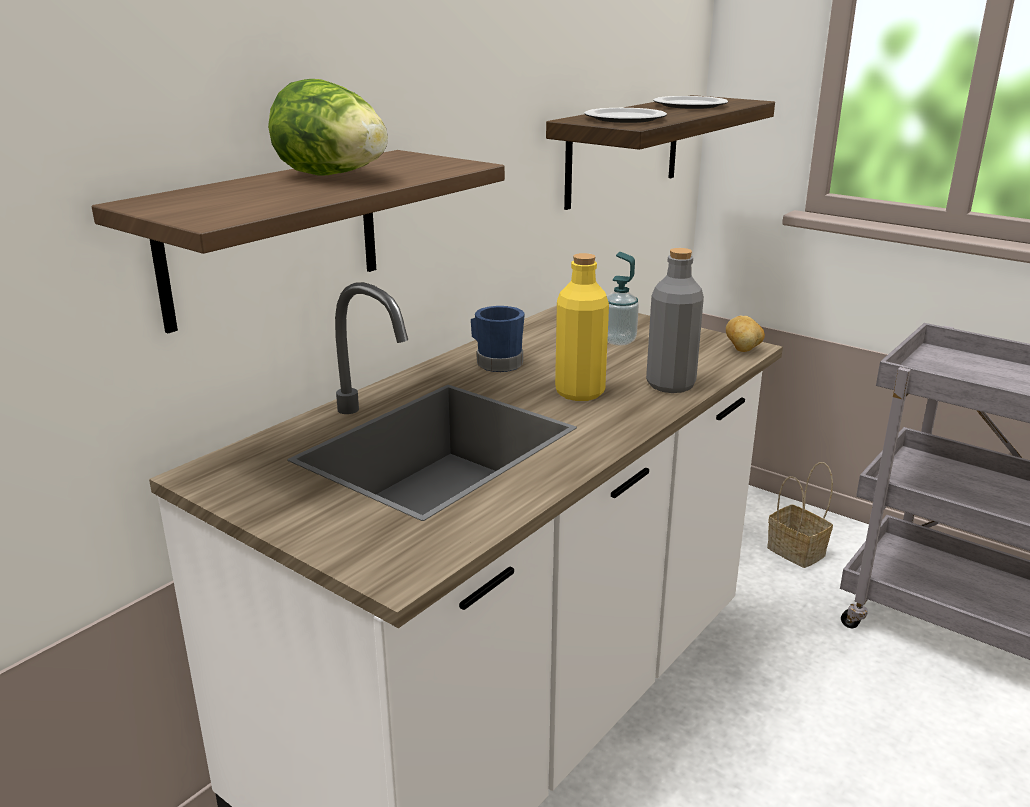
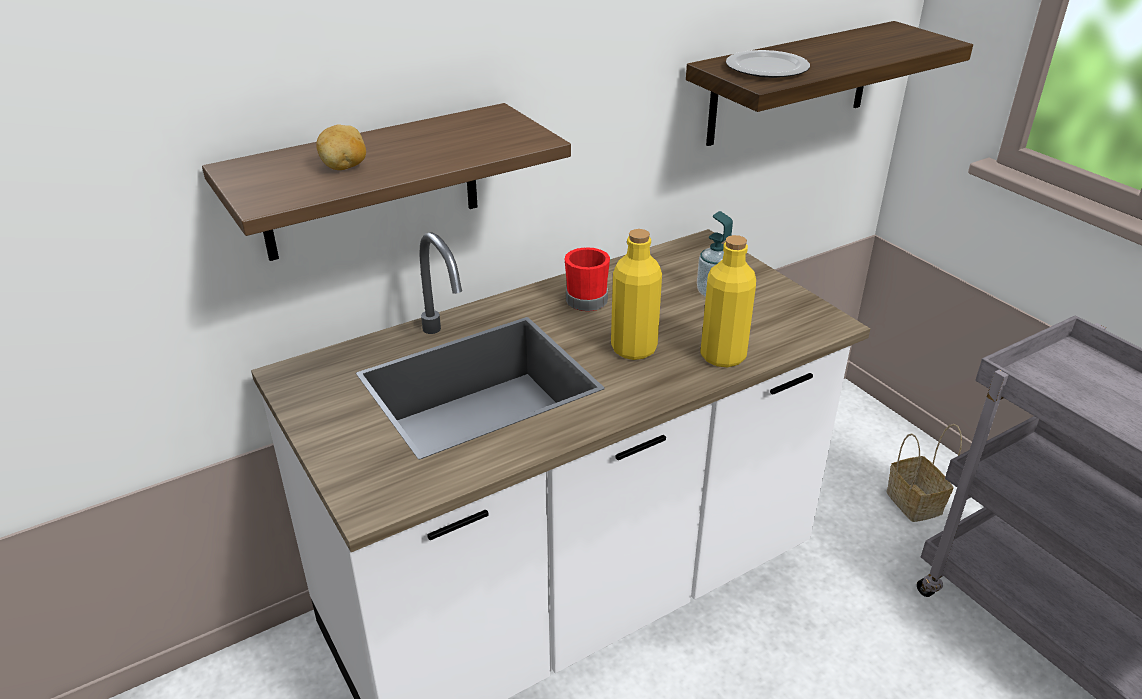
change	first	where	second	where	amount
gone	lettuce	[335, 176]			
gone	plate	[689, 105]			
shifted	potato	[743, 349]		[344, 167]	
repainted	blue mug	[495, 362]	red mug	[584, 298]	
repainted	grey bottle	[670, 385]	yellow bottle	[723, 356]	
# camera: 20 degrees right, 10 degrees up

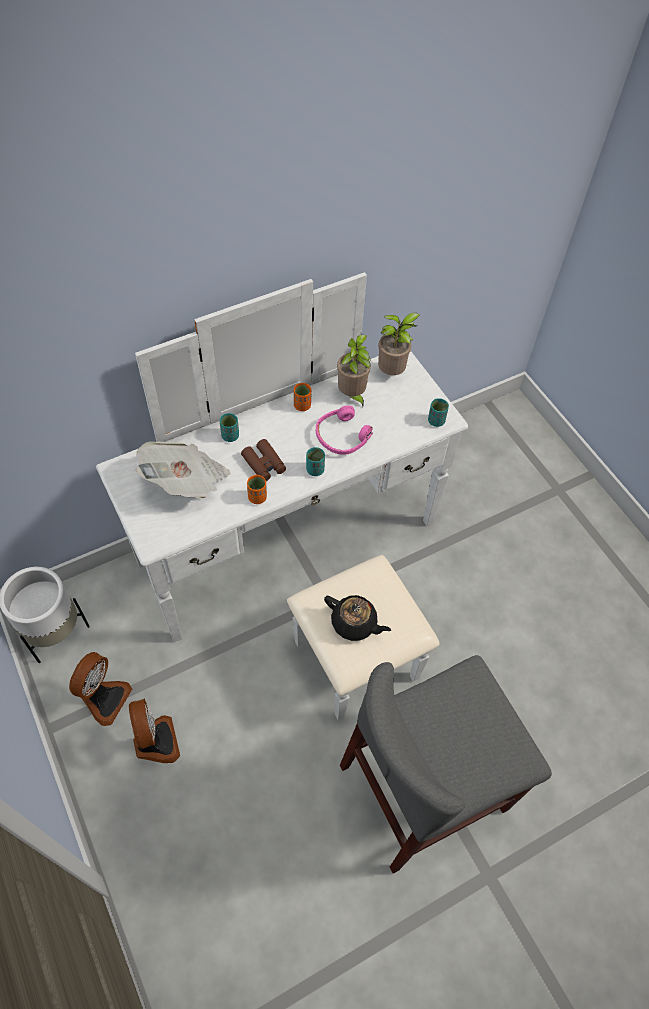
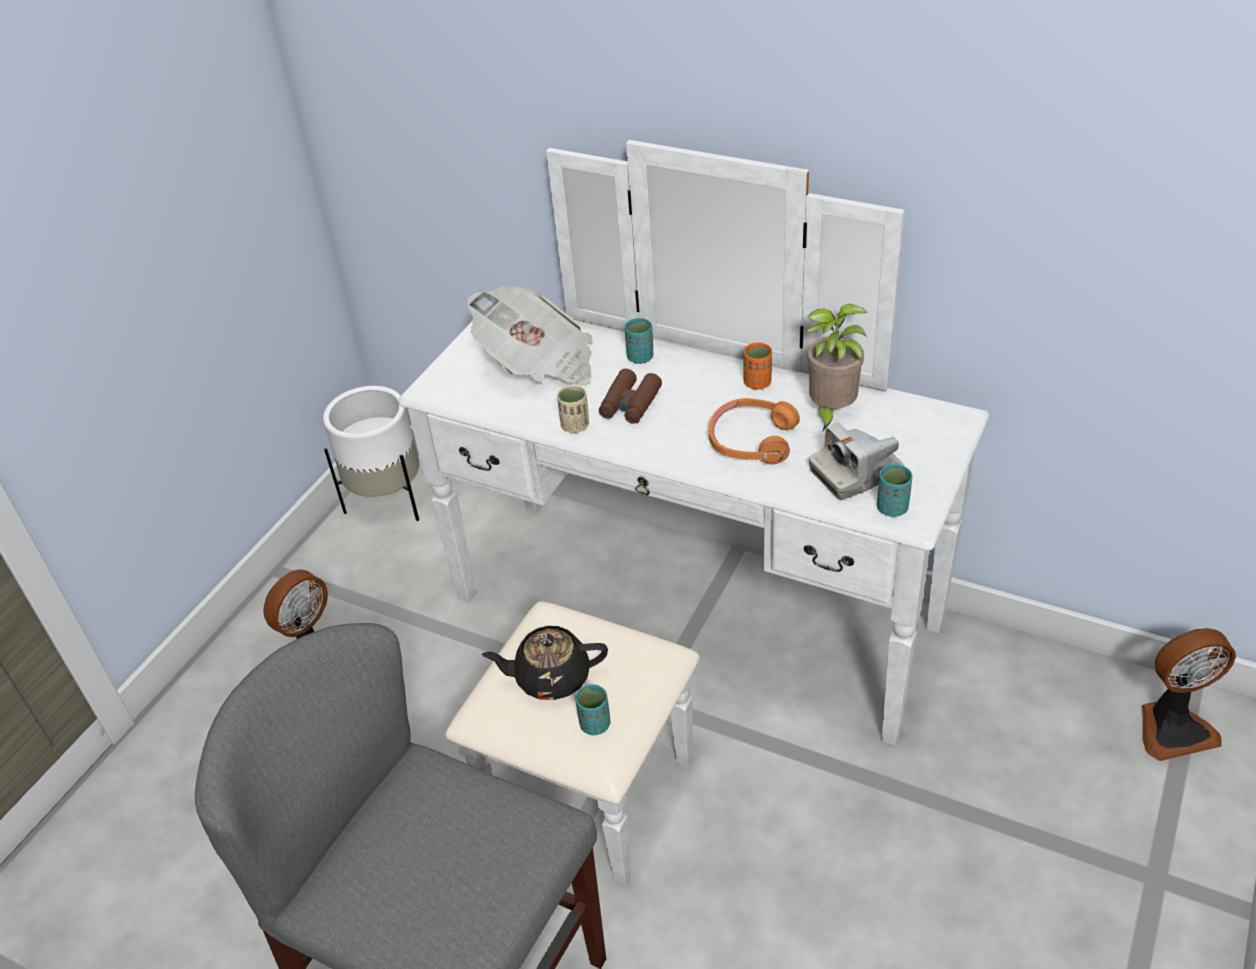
change	first	where	second	where	amount
gone	potted plant	[393, 372]			
new			photo camera	[856, 473]	
shifted	fan	[104, 698]		[1172, 728]	
shifted	turquoise cup	[315, 470]		[595, 724]	
repainted	orange cup	[257, 497]	beige cup	[575, 426]	
repainted	pink headphones	[342, 436]	orange headphones	[752, 440]	
rotated	black teapot	[355, 623]		[551, 677]	90 degrees clockwise
# camera: 60 degrees right, 15 degrees down

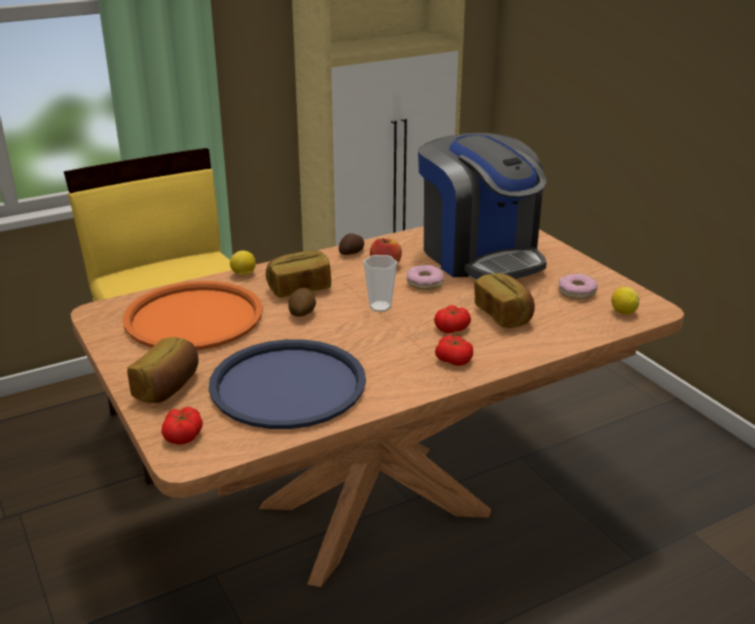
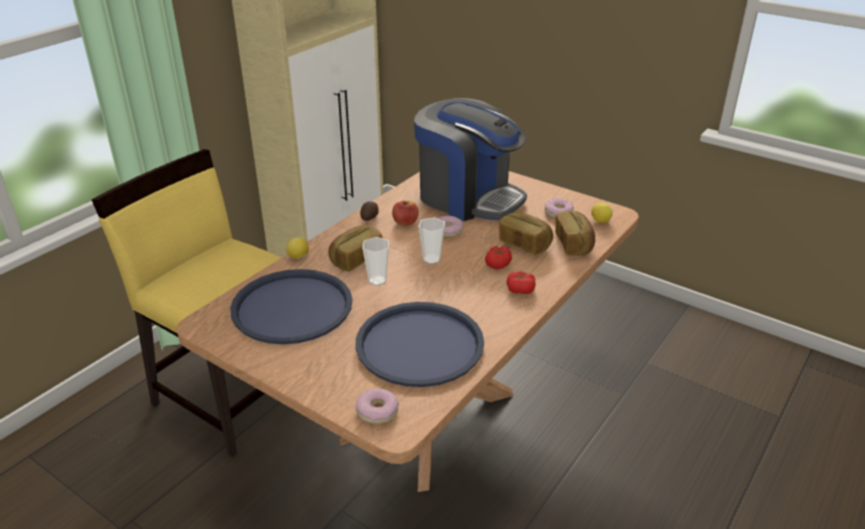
change	first	where	second	where	amount
shifted	bread	[168, 387]		[574, 244]	
swapped	tomato	[183, 435]	donut	[377, 411]	
swapped	potato	[302, 313]	cup	[377, 280]	
repainted	orange tray	[194, 317]	blue tray	[292, 307]	
# camera: 25 degrees left, 5 degrees up

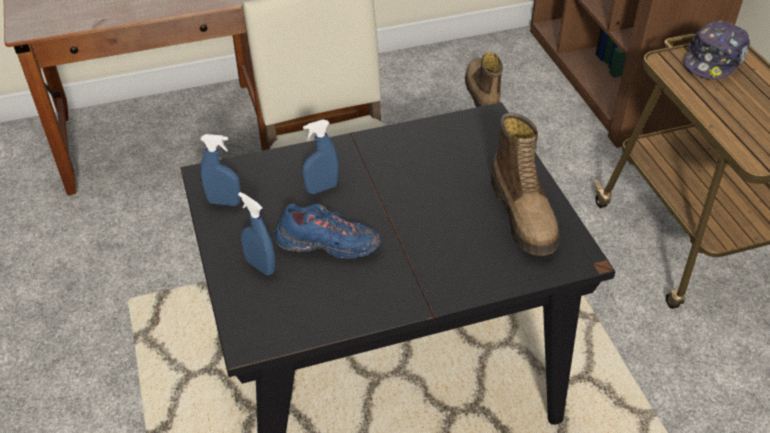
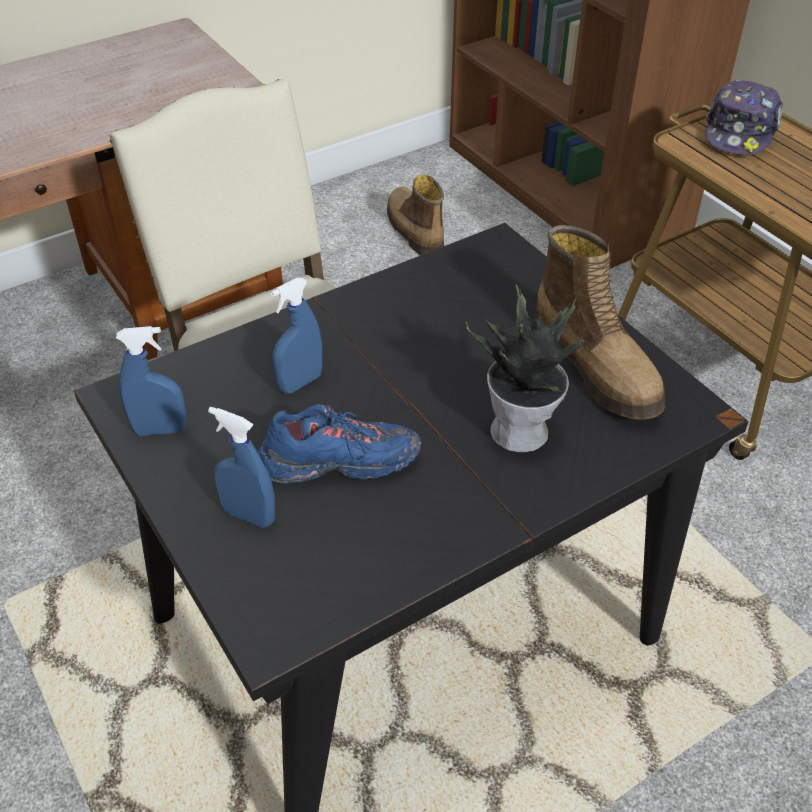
change	first	where	second	where	amount
new			potted plant	[522, 432]	
# camera: 15 degrees left, 0 degrees up

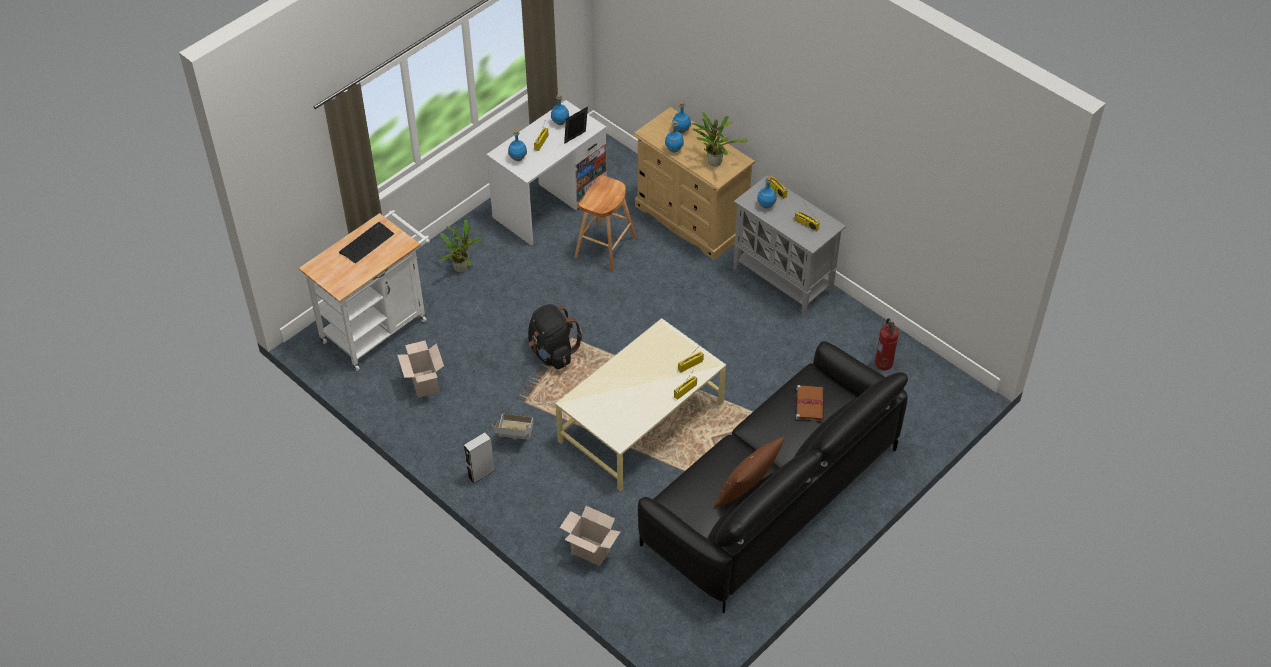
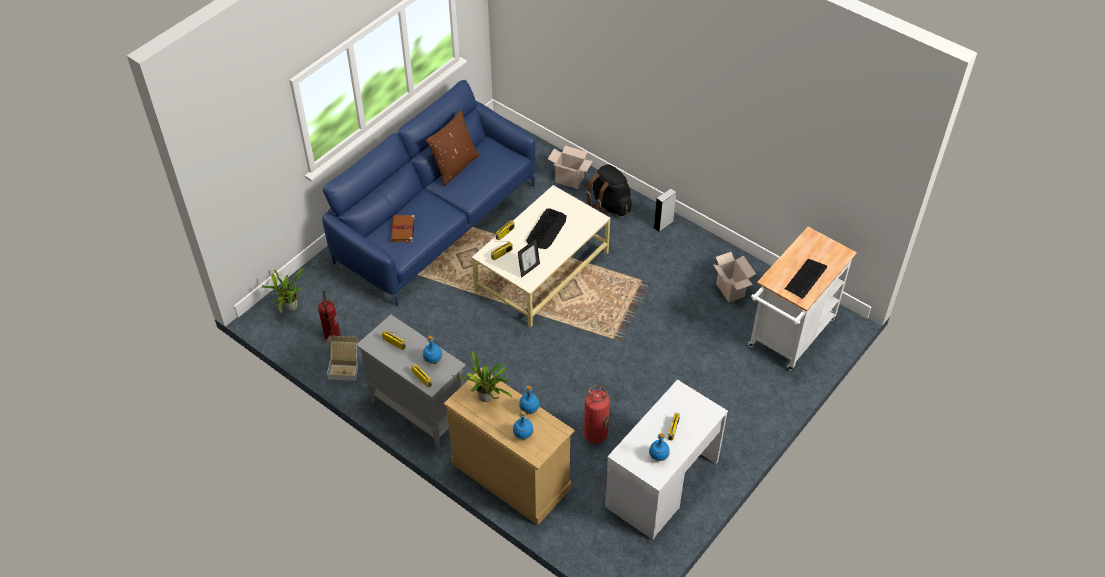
change	first	where	second	where	amount
gone	blue bottle	[517, 158]			
new			keyboard	[546, 229]	
shifted	potted plant	[462, 267]		[290, 308]	
shifted	cardboard box	[514, 436]		[344, 366]	
shifted	black backpack	[552, 353]		[609, 205]	
shifted	picture frame	[576, 138]		[529, 269]	
swapped	brown stool	[605, 247]	fire extinguisher	[595, 434]	
repainted	black sofa	[770, 497]	blue sofa	[436, 223]	
# camera: 175 degrees right, 0 degrees up

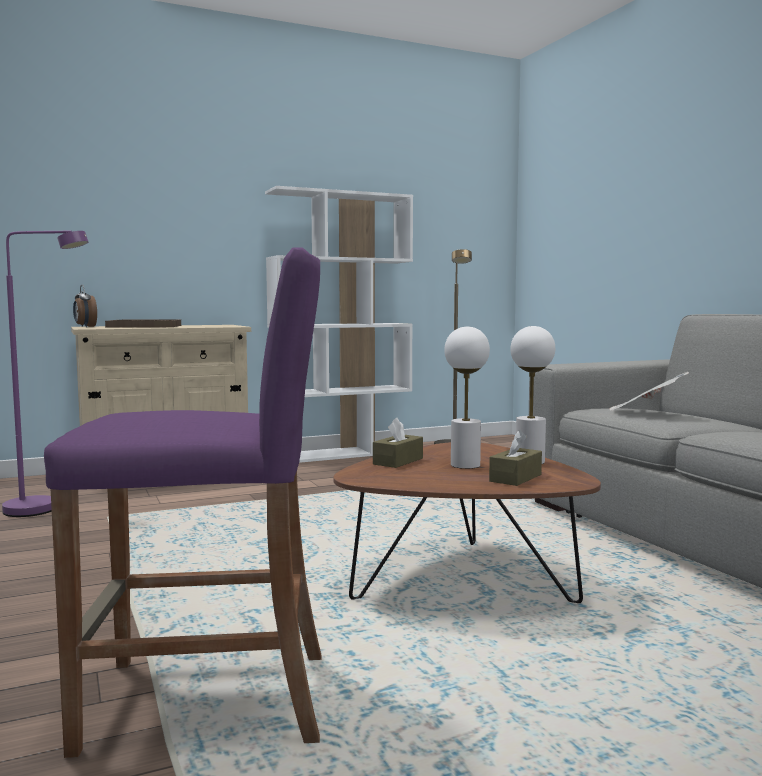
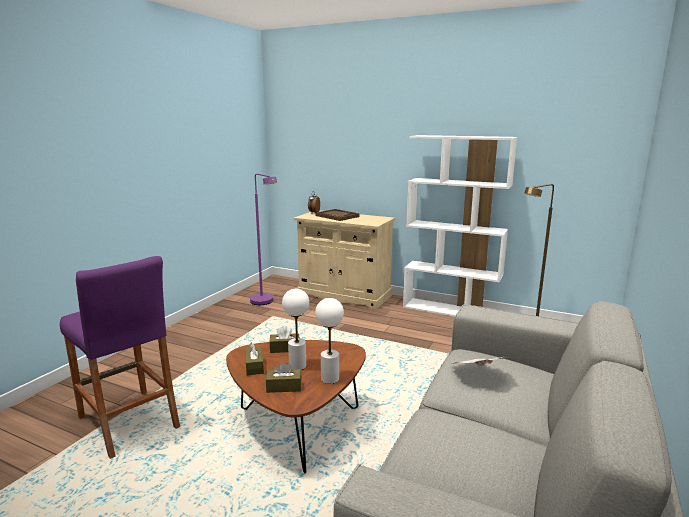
change	first	where	second	where	amount
new			brown tissue box	[254, 366]	
# camera: 50 degrees right, 10 degrees up

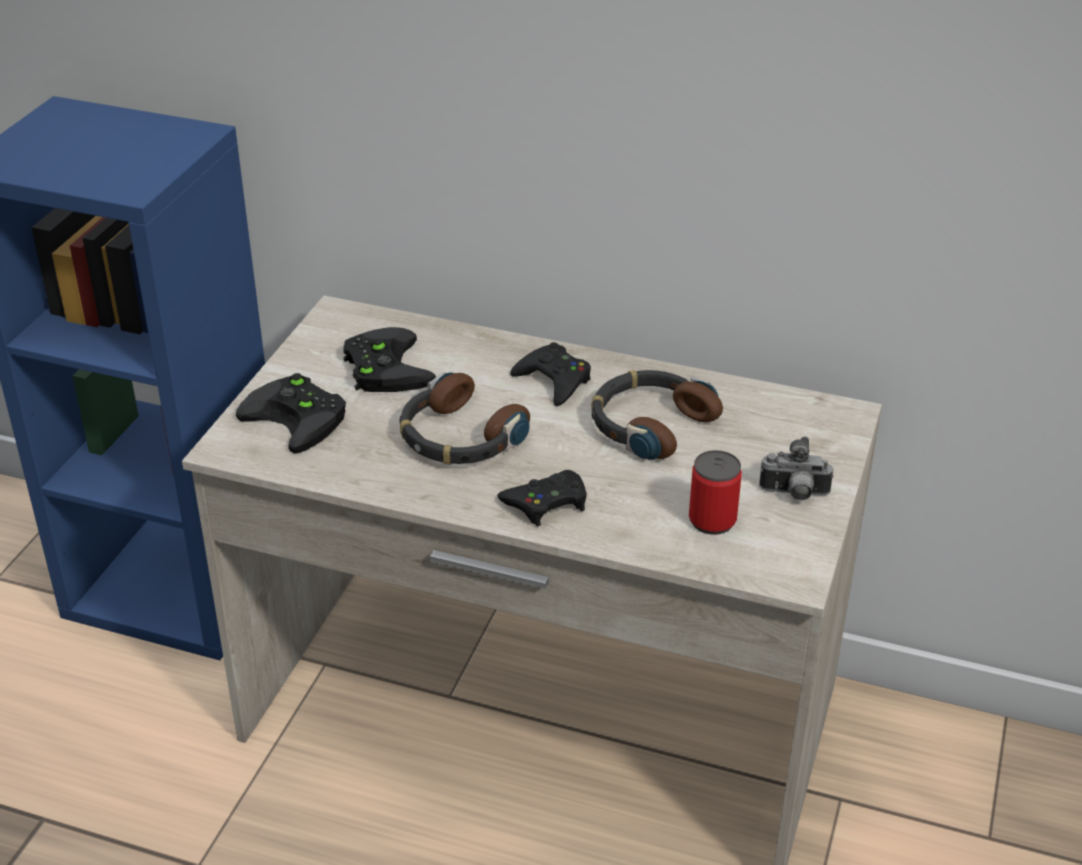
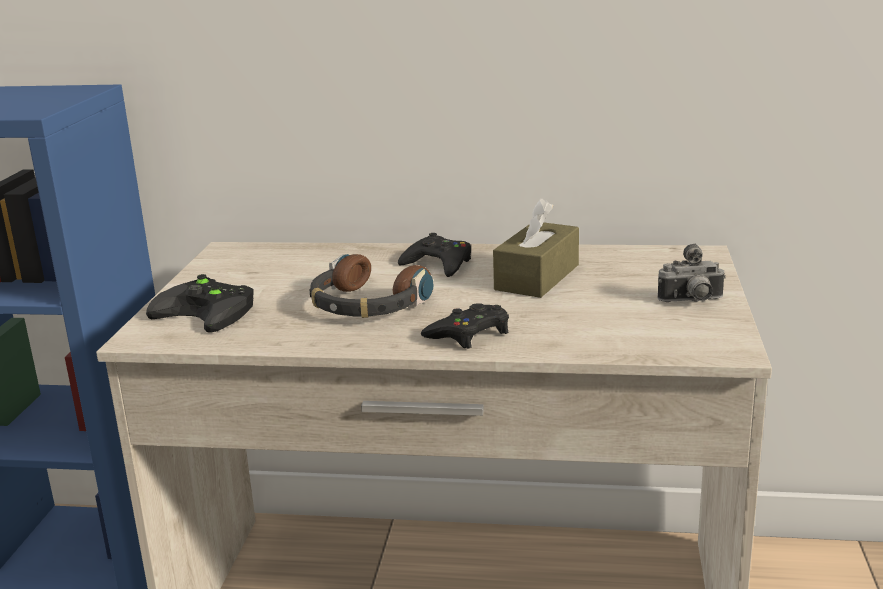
change	first	where	second	where	amount
gone	black game controller	[383, 367]			
gone	can	[712, 520]			
swapped	headphones	[649, 424]	brown tissue box	[537, 277]	
# camera: 10 degrees left, 15 degrees down

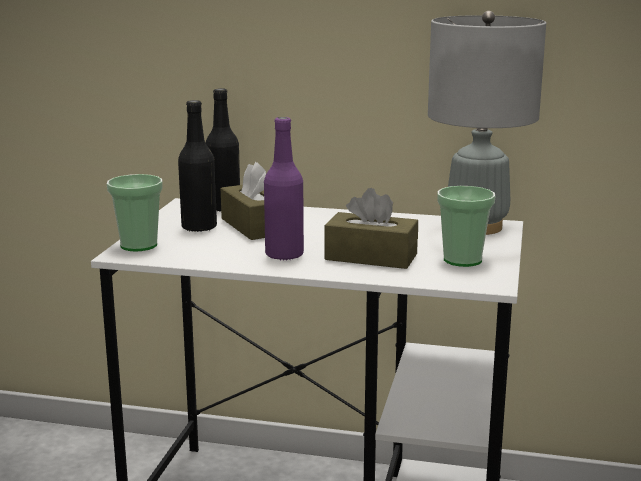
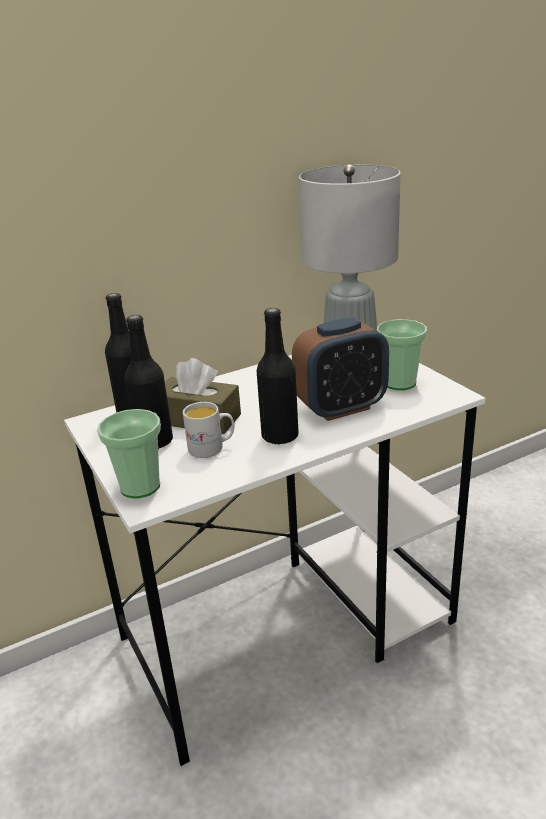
change	first	where	second	where	amount
new			white mug	[212, 448]	
swapped	brown tissue box	[371, 257]	alarm clock	[341, 408]	
repainted	purple bottle	[284, 255]	black bottle	[280, 436]	
# camera: 40 degrees left, 10 degrees up

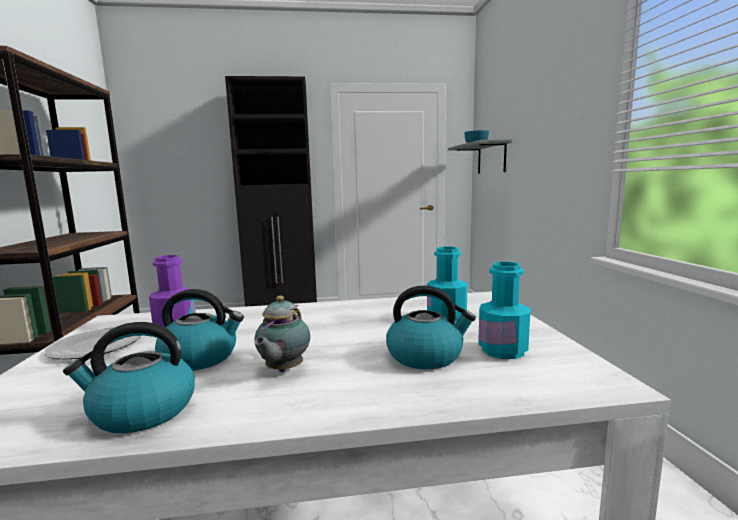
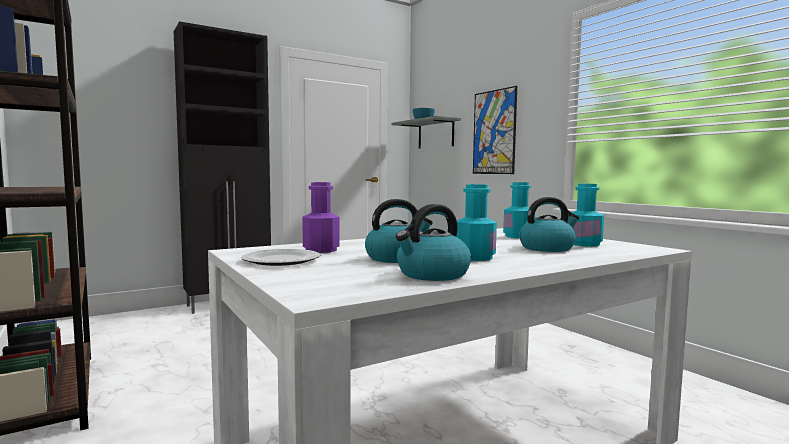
change	first	where	second	where	amount
new			picture	[494, 132]	
swapped	teapot	[283, 370]	turquoise bottle	[474, 257]	
# camera: 25 degrees left, 5 degrees down

